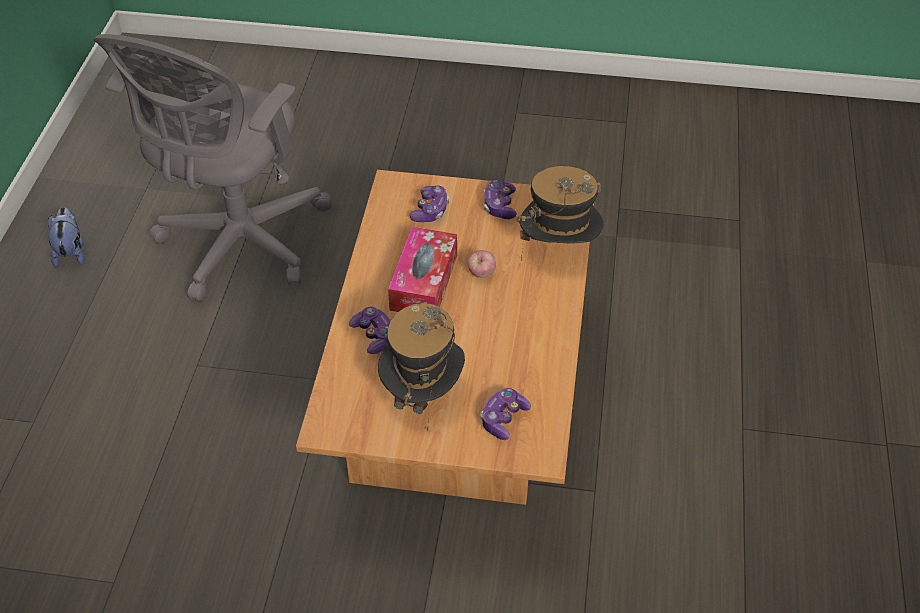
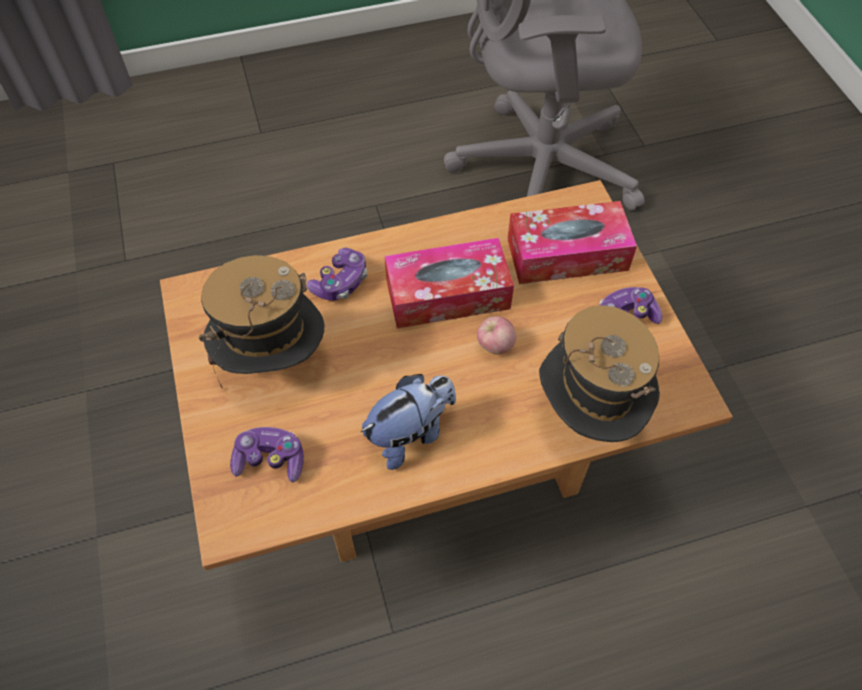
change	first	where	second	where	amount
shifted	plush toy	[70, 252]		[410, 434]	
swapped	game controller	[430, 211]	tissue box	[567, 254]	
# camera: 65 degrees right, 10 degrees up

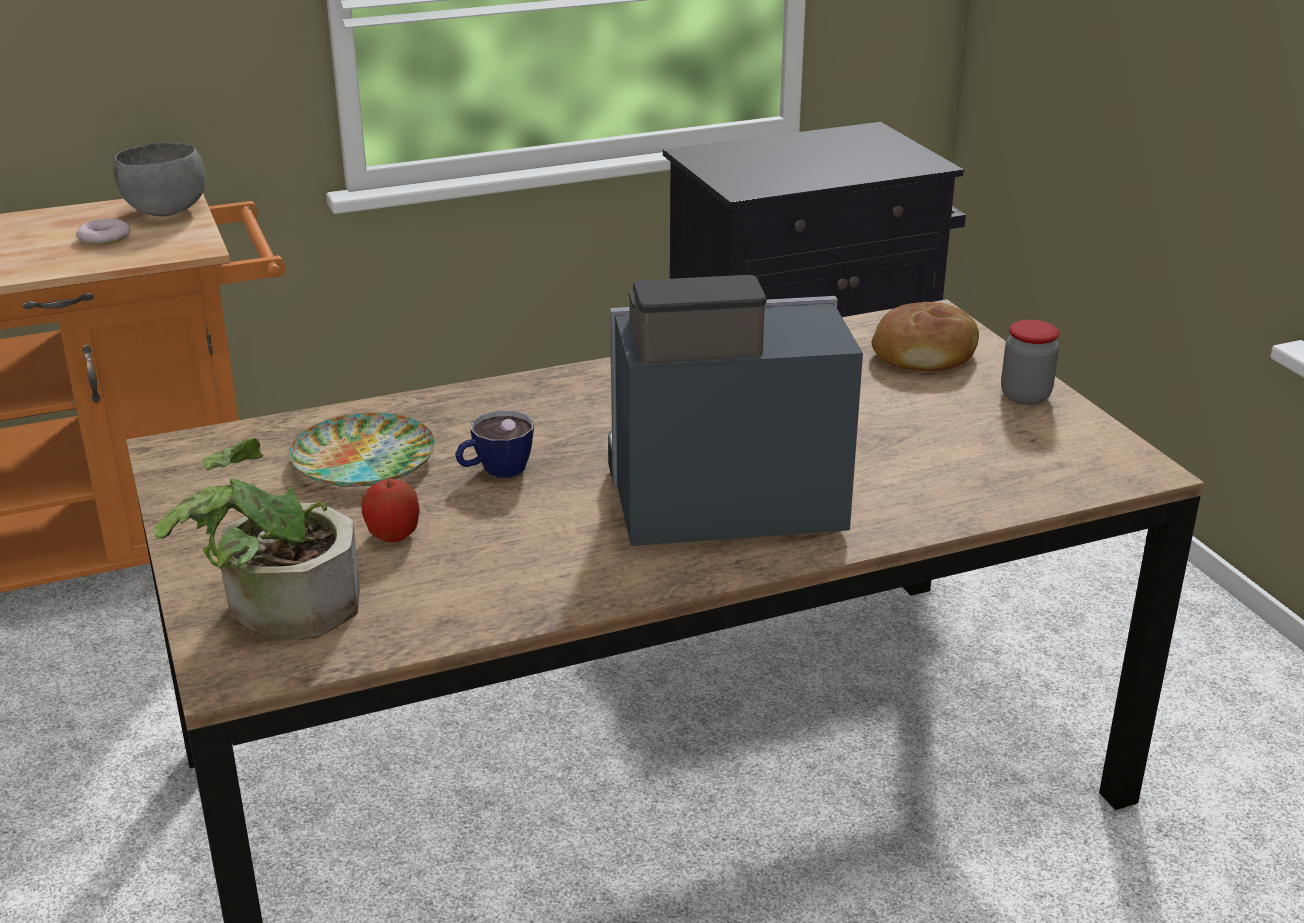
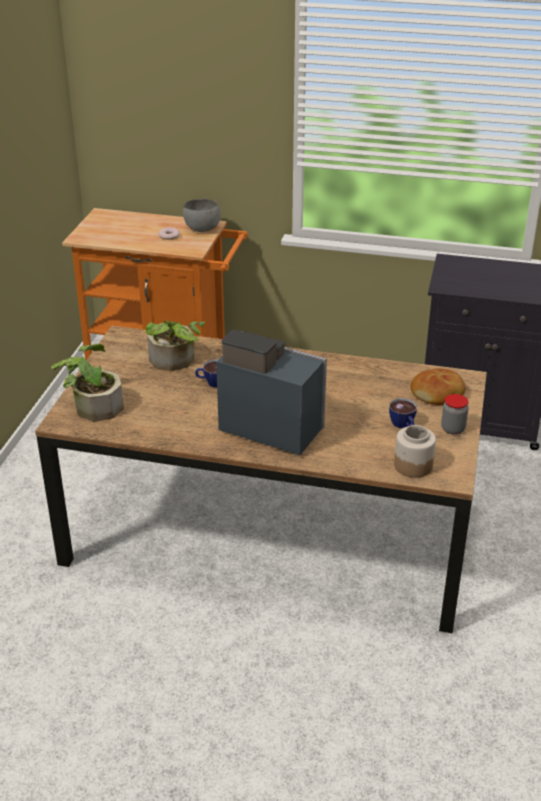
change	first	where	second	where	amount
gone	apple	[393, 535]			
new			cup	[403, 426]	
new			jar	[412, 465]	
swapped	plate	[365, 460]	potted plant	[175, 362]	
# camera: 35 degrees right, 5 degrees up

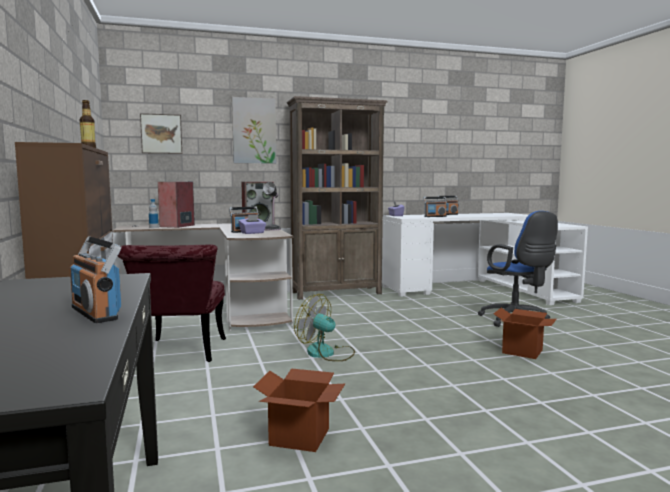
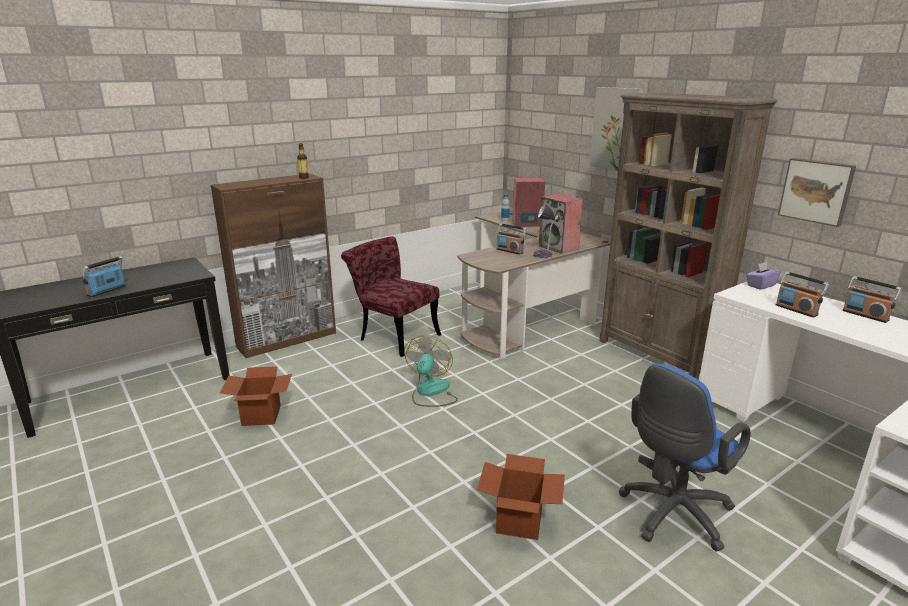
change	first	where	second	where	amount
gone	purple tissue box	[252, 233]			
shifted	picture	[161, 134]		[816, 191]	
rotated	red chair	[180, 354]		[393, 335]	60 degrees clockwise
# camera: 70 degrees right, 15 degrees up

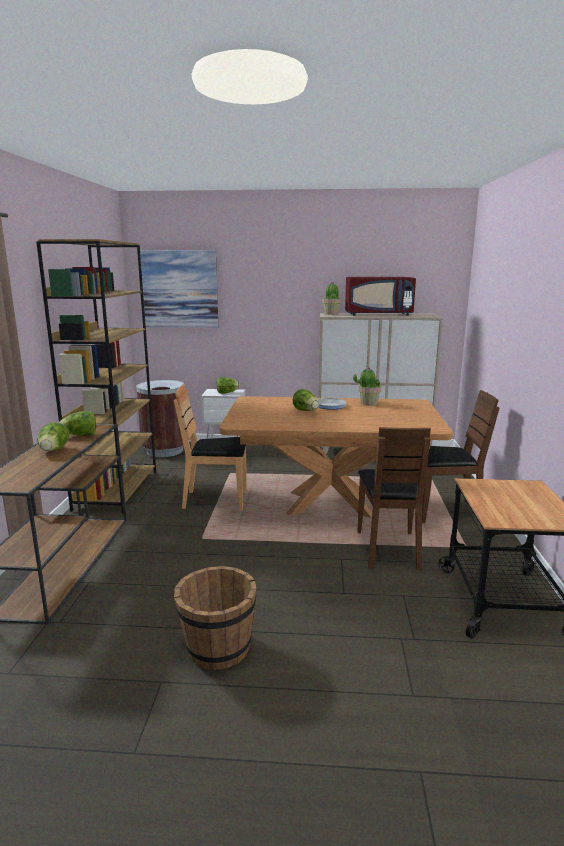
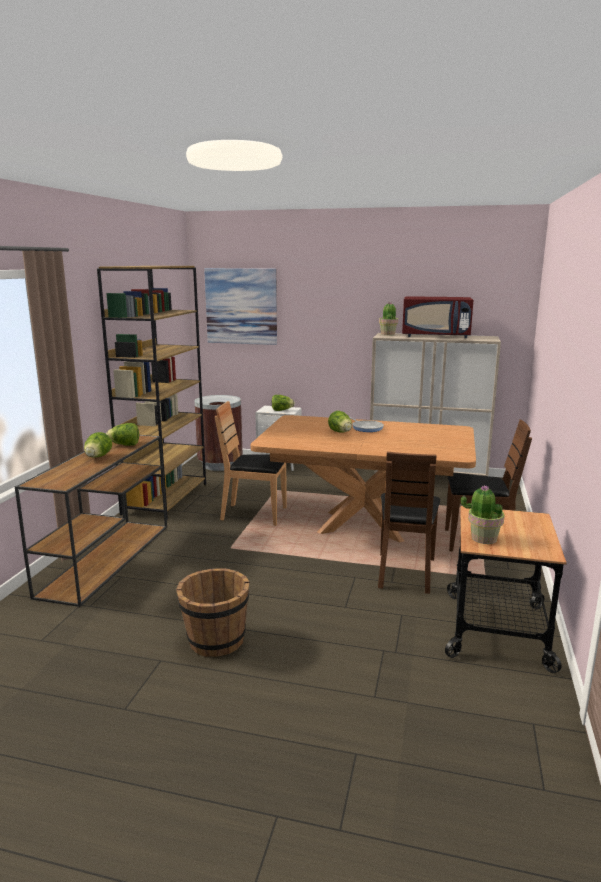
change	first	where	second	where	amount
shifted	potted plant	[368, 403]		[483, 538]	
# camera: 10 degrees right, 0 degrees up

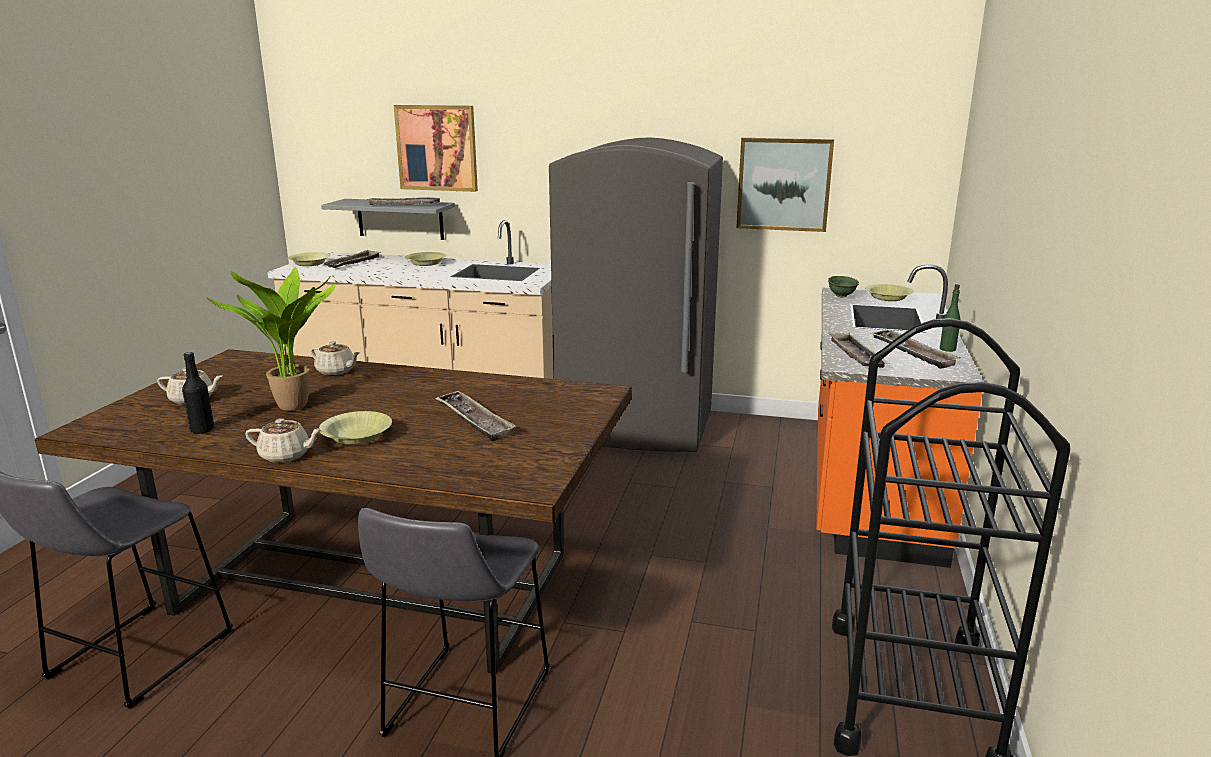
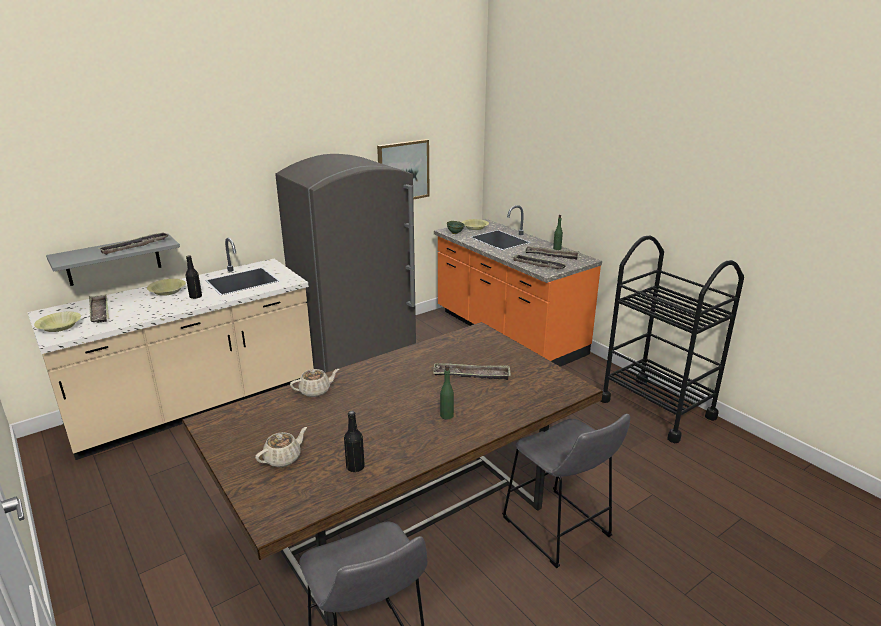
change	first	where	second	where	amount
gone	potted plant	[296, 408]			
gone	beige teapot	[286, 455]			
gone	picture	[437, 148]			
new			black bottle	[195, 296]	
swapped	yellow bowl	[357, 437]	green bottle	[447, 415]	
# camera: 50 degrees left, 5 degrees up

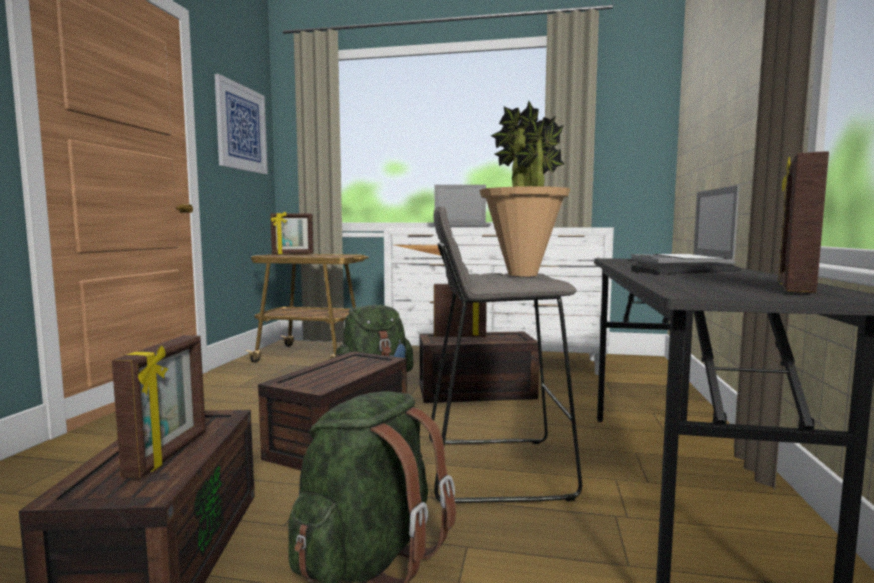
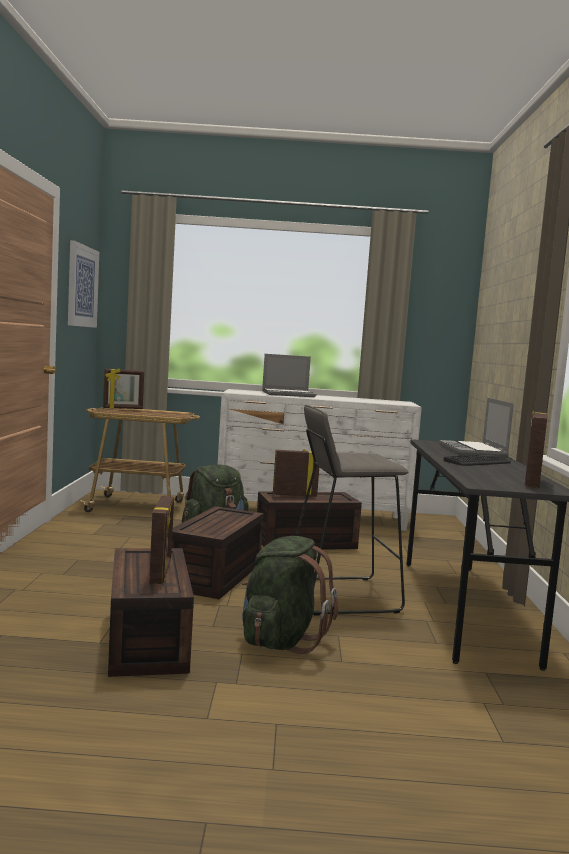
change	first	where	second	where	amount
gone	potted plant	[523, 275]			
# camera: 10 degrees left, 0 degrees up

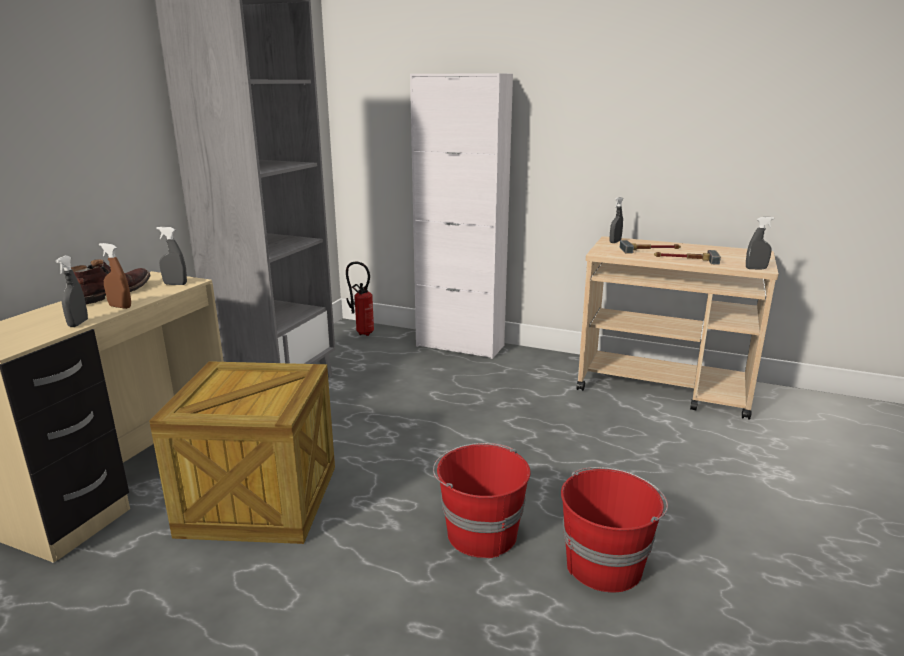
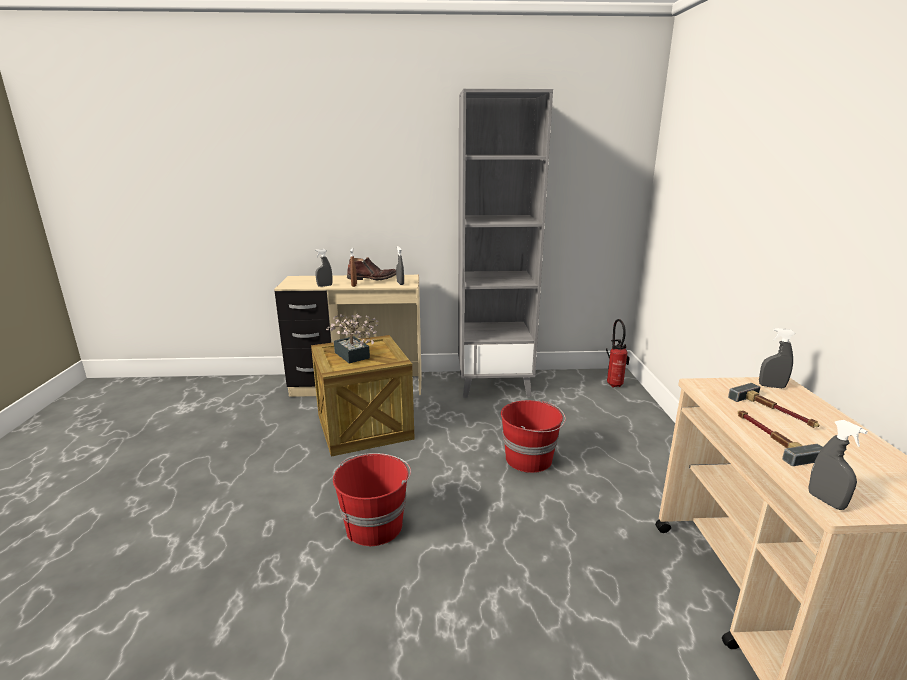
change	first	where	second	where	amount
gone	white cabinet	[460, 345]			
new			potted plant	[353, 357]	
shifted	red bucket	[605, 564]		[530, 459]	
# camera: 65 degrees right, 0 degrees up

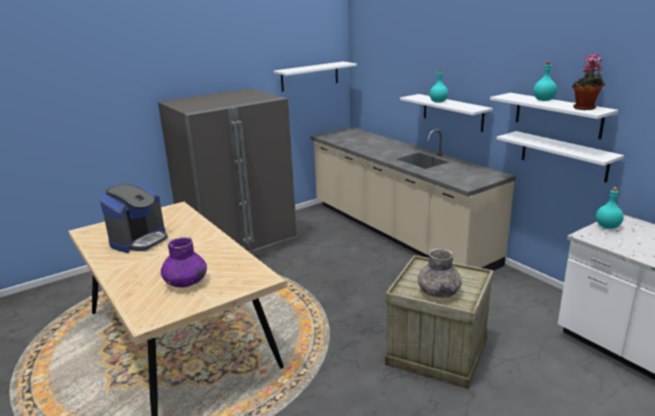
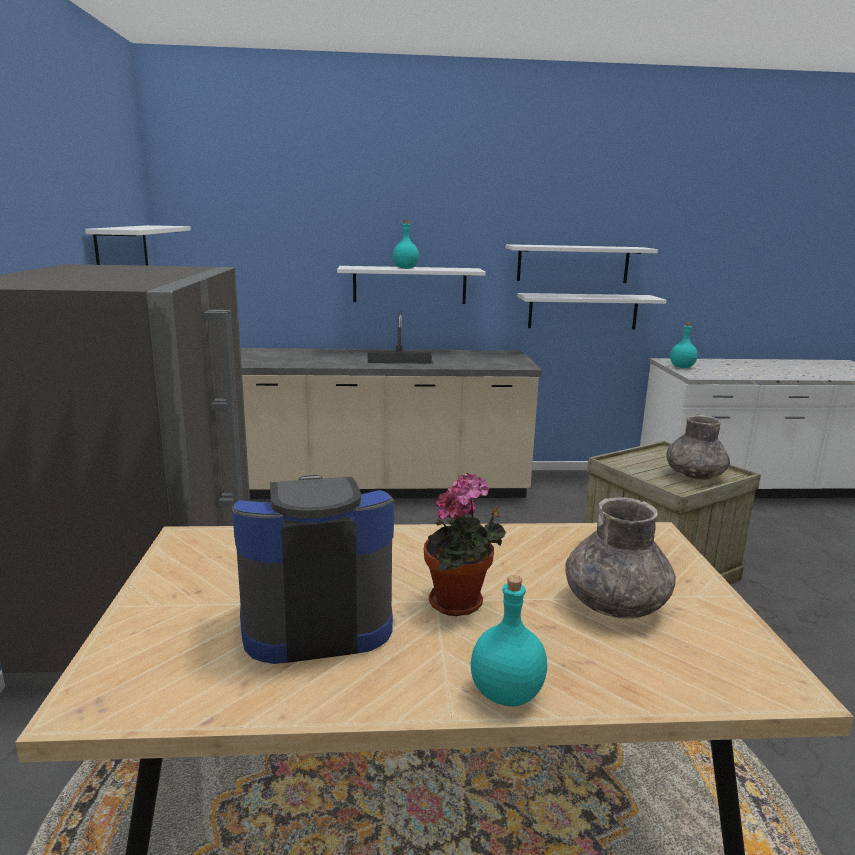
change	first	where	second	where	amount
shifted	turquoise bottle	[543, 100]		[505, 694]	
shifted	potted plant	[585, 108]		[460, 604]	
repainted	purple vase	[185, 282]	grey vase	[615, 604]	
rotated	coffee machine	[139, 240]		[316, 620]	75 degrees counterclockwise
# camera: 60 degrees left, 5 degrees down

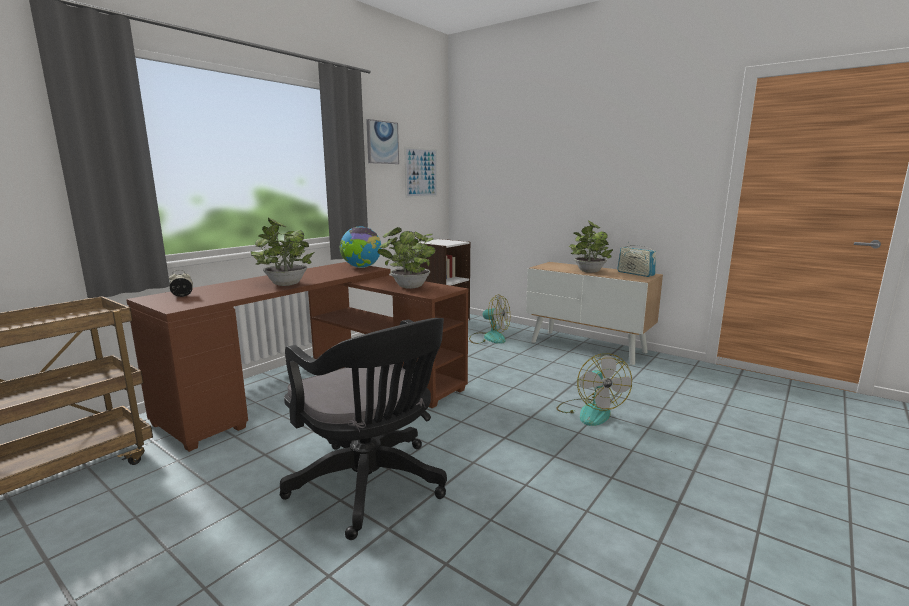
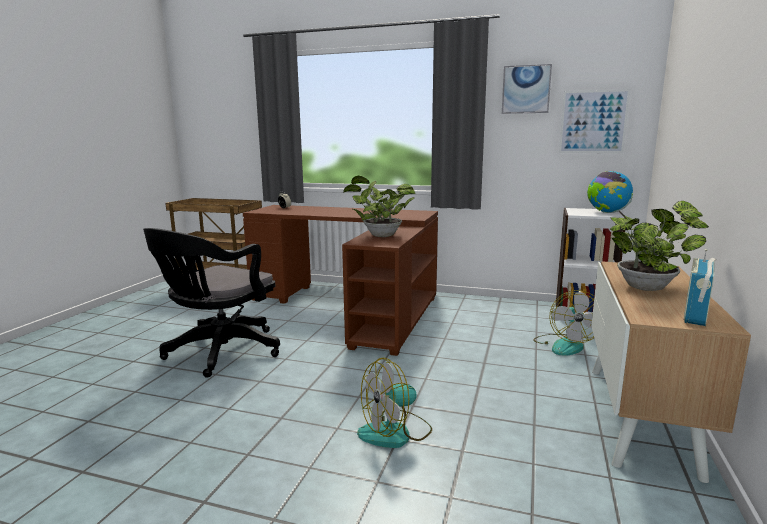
change	first	where	second	where	amount
gone	potted plant	[285, 283]			
shifted	globe	[361, 267]		[607, 212]	
# camera: 70 degrees right, 0 degrees up

